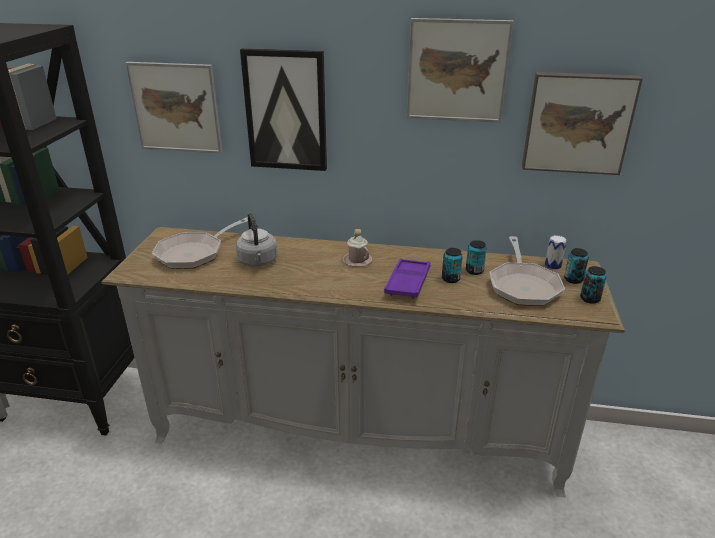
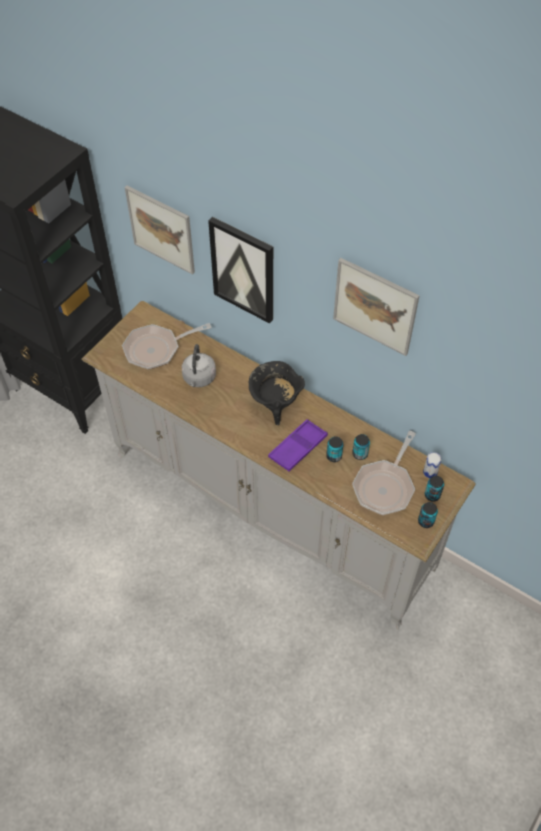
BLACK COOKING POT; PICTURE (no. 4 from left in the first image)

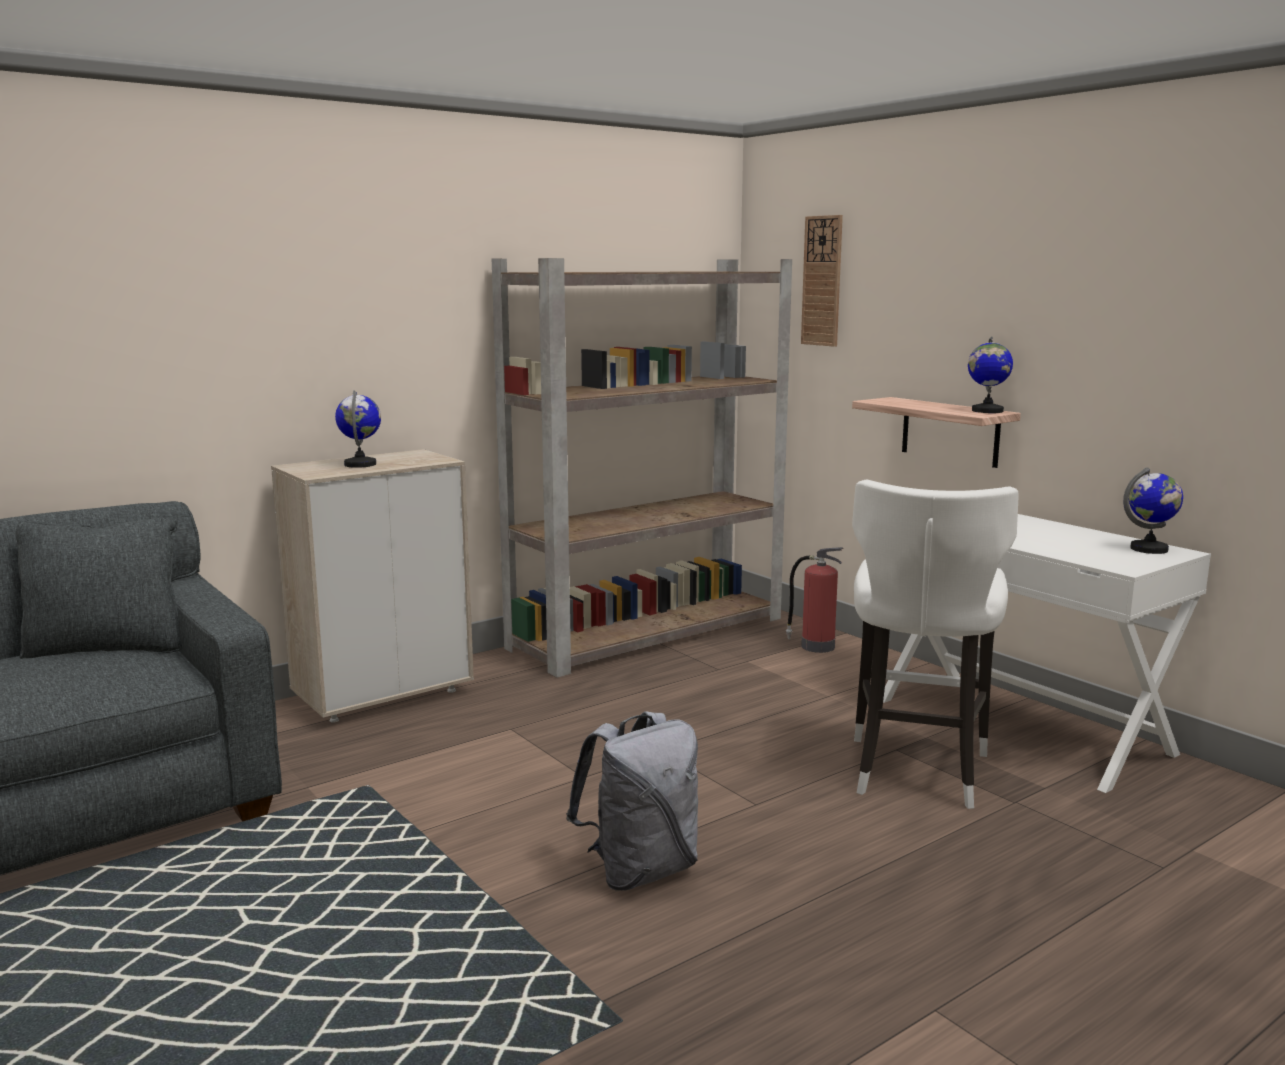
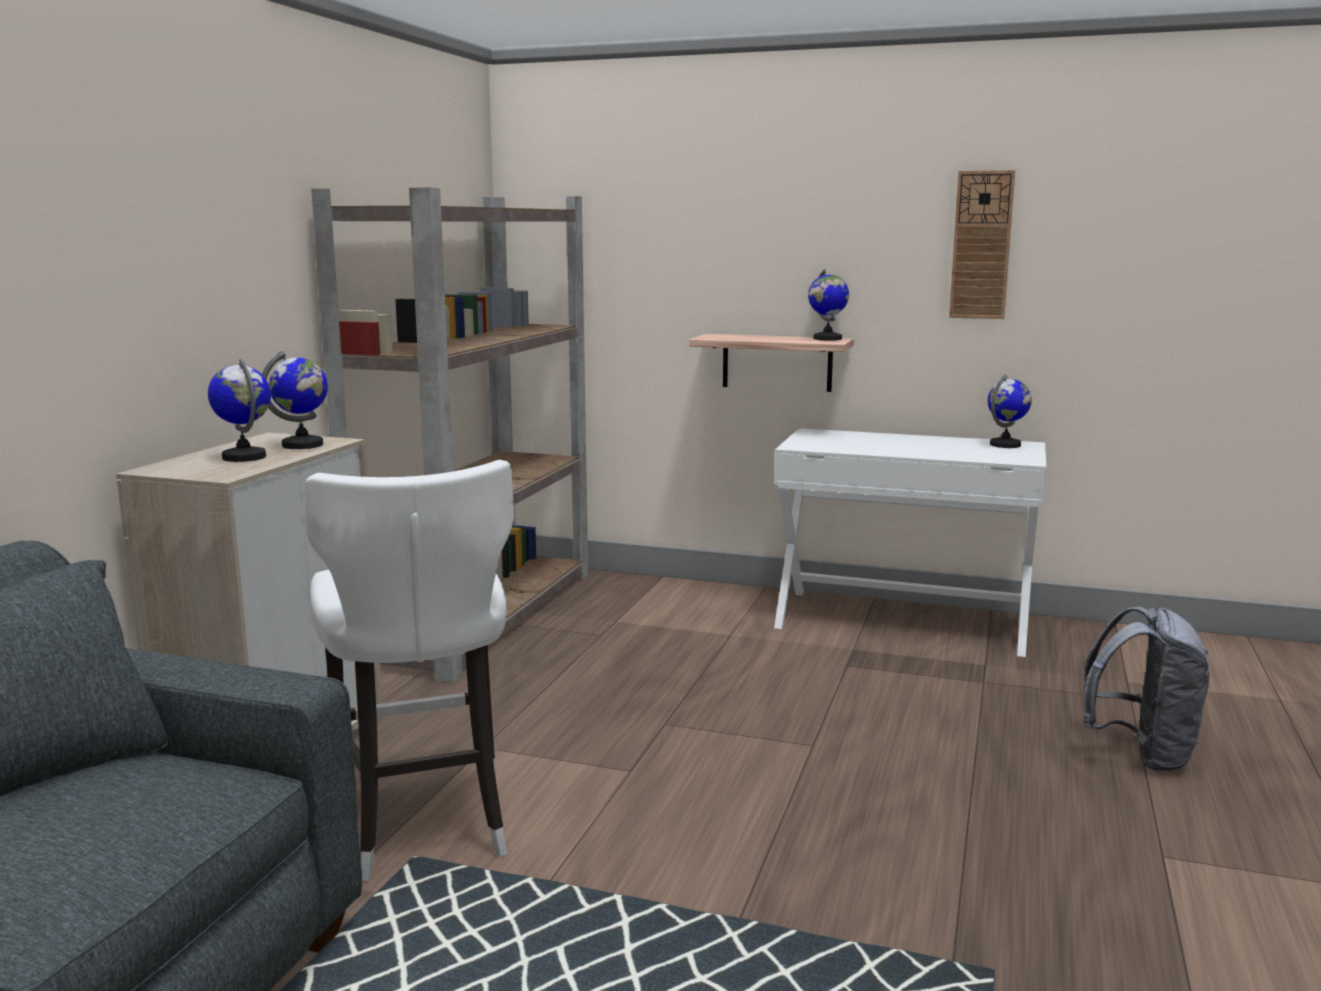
GREY BACKPACK; FIRE EXTINGUISHER; WALL CLOCK; WHITE STOOL; GLOBE (no. 2 from left)

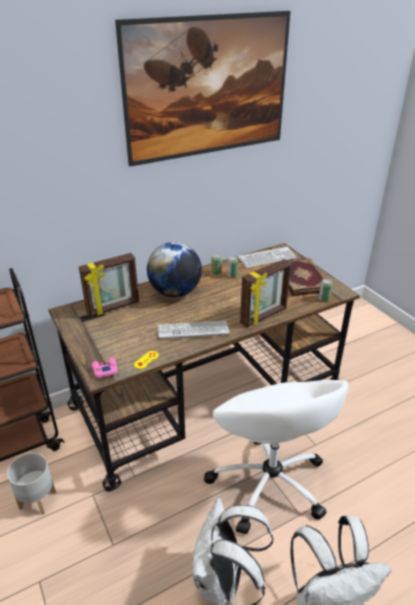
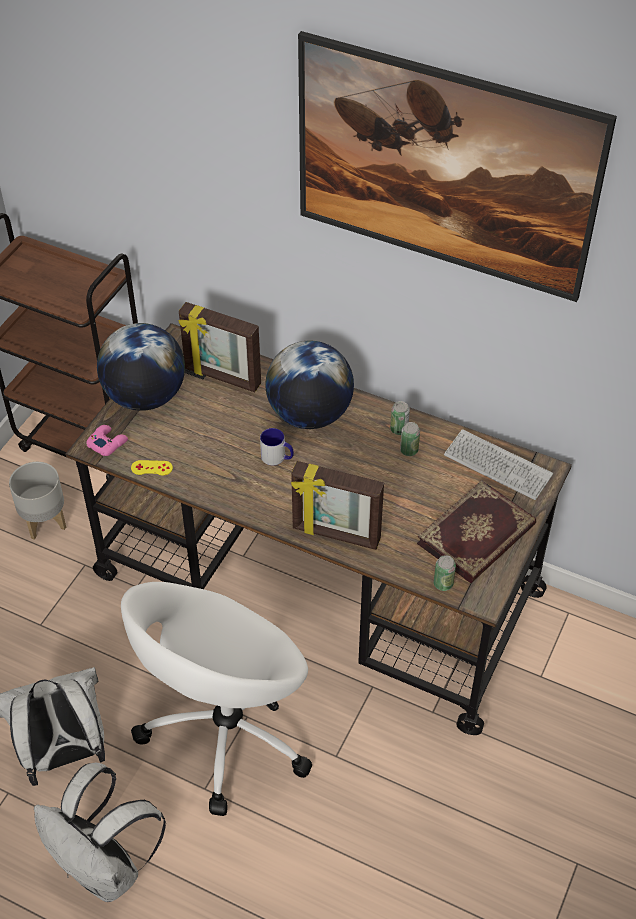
KEYBOARD (no. 1 from left in the first image); GLOBE (no. 1 from left); MUG

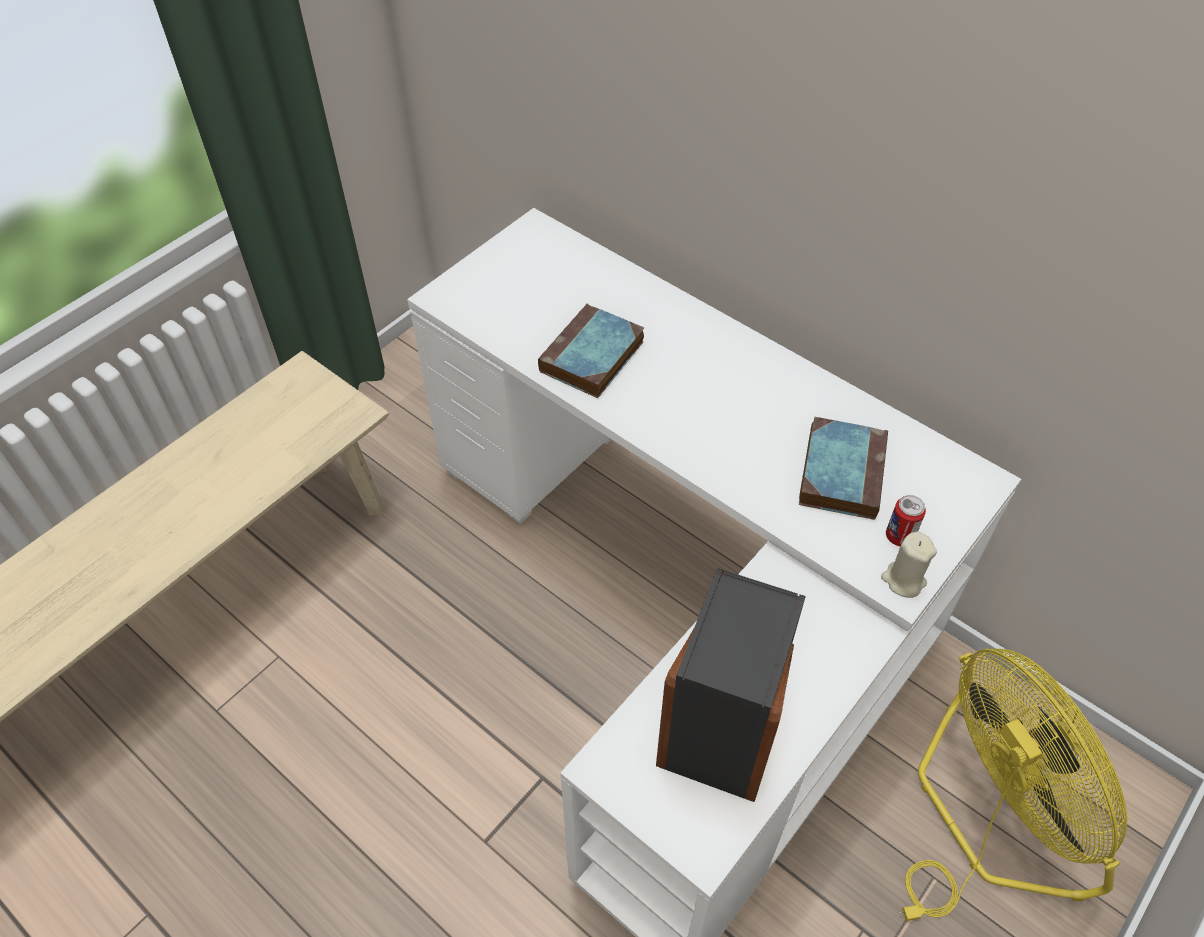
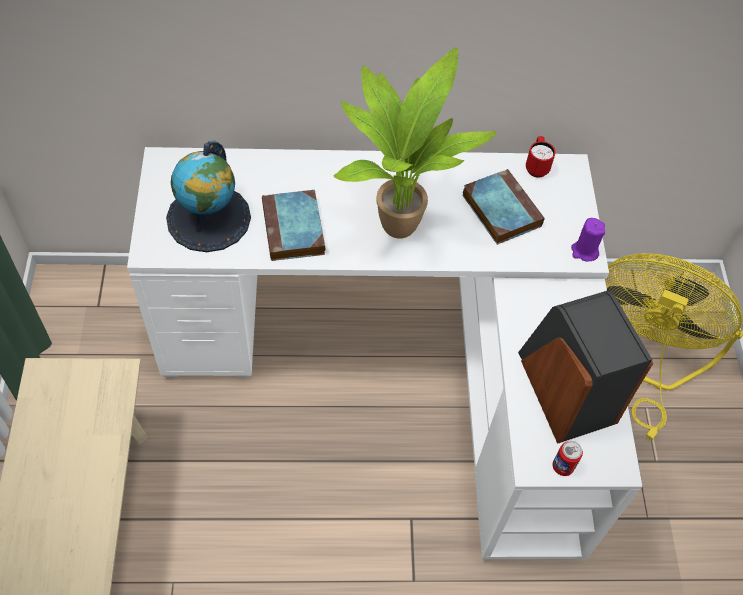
PURPLE CANDLE; CAN; GLOBE; POTTED PLANT; RED MUG

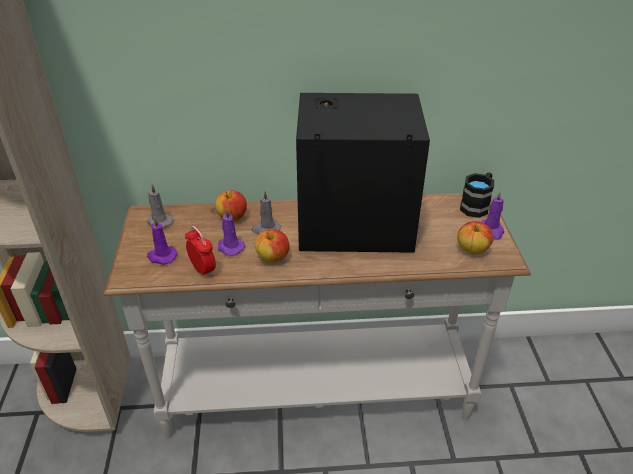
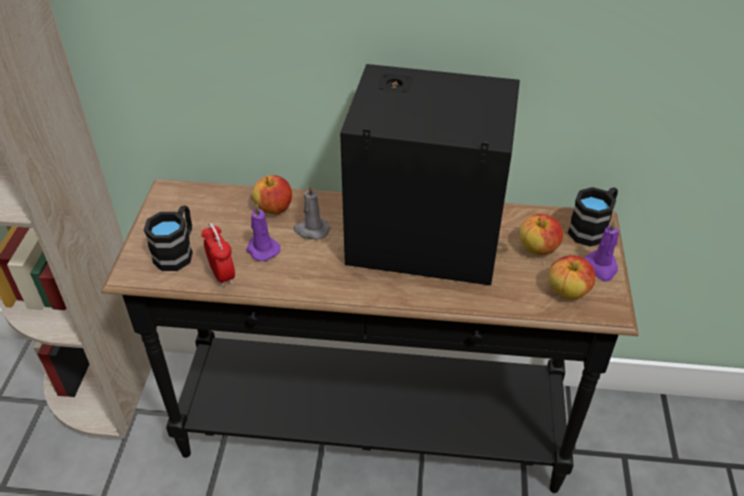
BLACK CONSOLE TABLE; GREY CANDLE (no. 1 from left in the first image); BLACK MUG (no. 1 from left); APPLE (no. 2 from left)

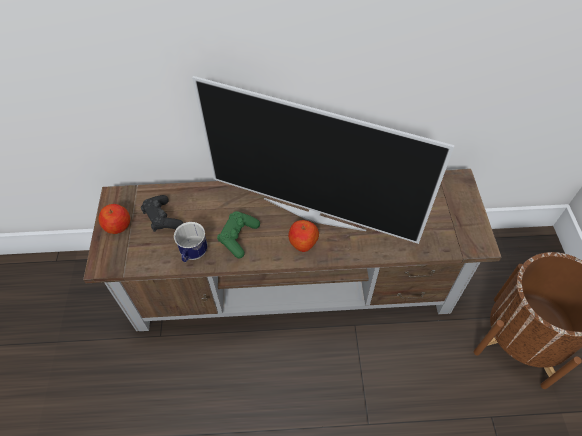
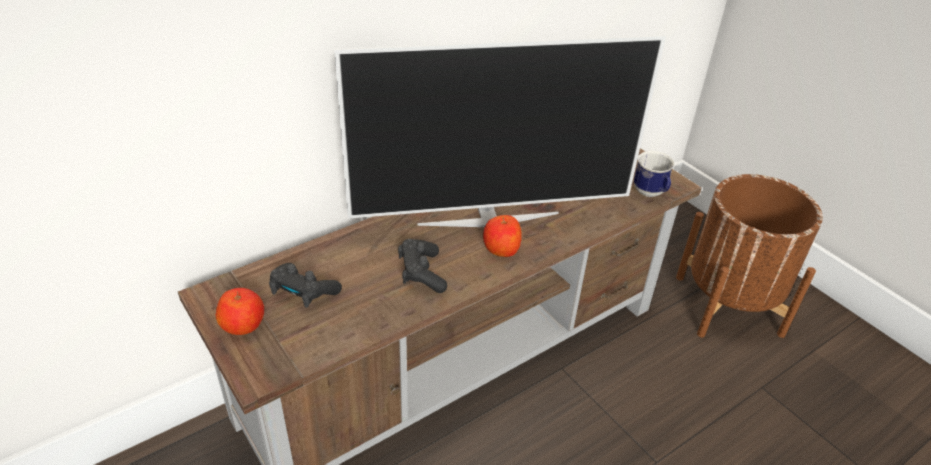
MUG; BLACK GAME CONTROLLER (no. 2 from left)

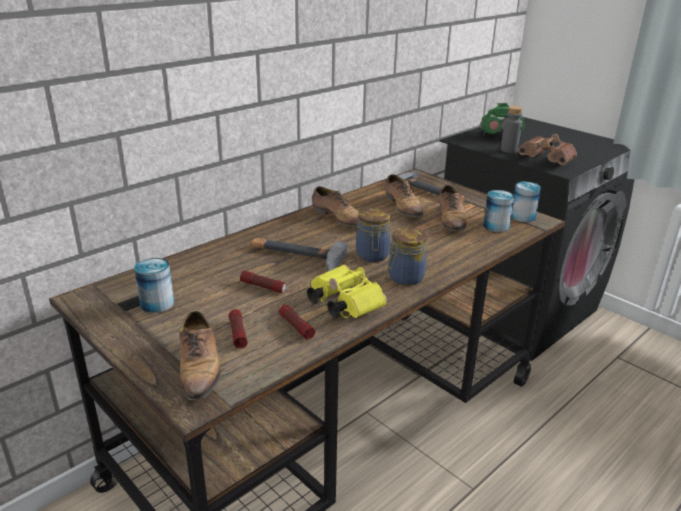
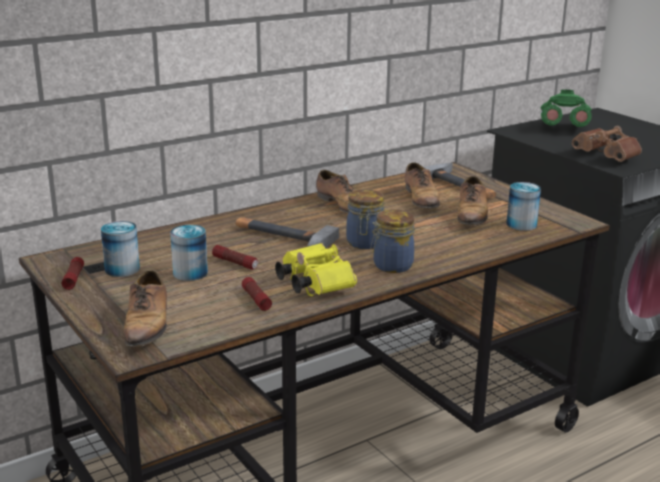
FLASHLIGHT (no. 1 from left); GREY BOTTLE; CAN (no. 2 from left)

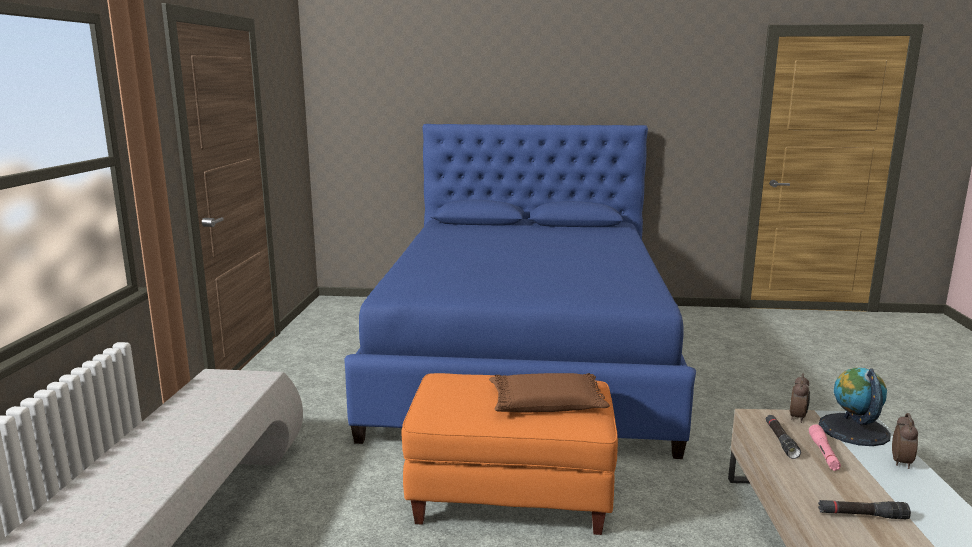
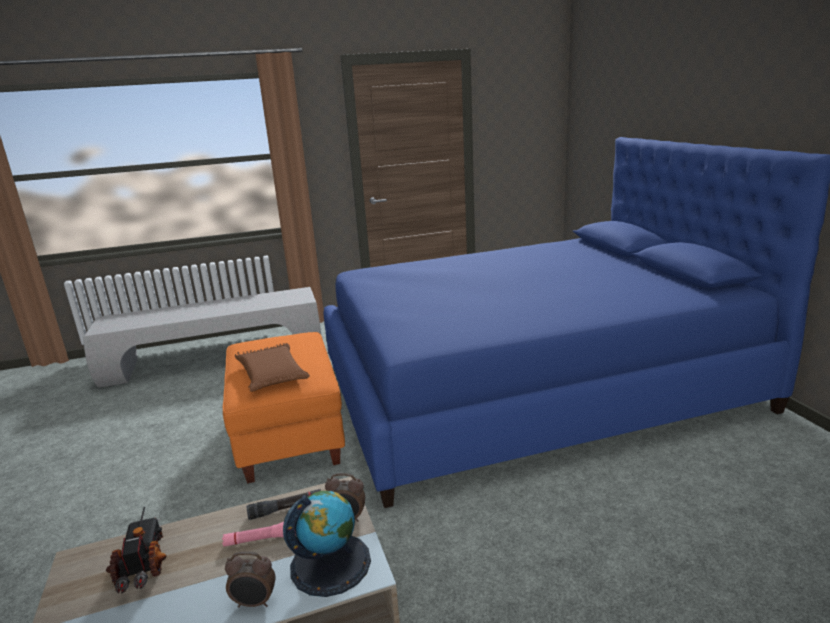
TOY TRUCK

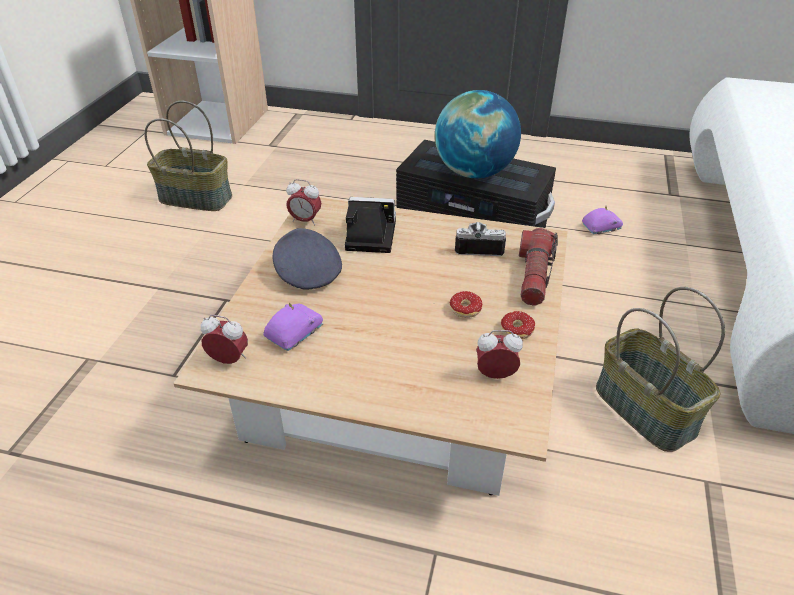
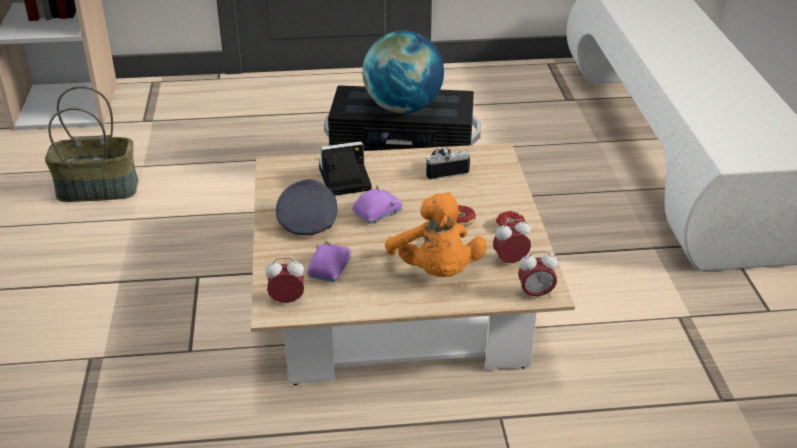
GREY CAP; ALARM CLOCK (no. 3 from left); FLASHLIGHT; PURPLE TOY CAR (no. 2 from left); BASKET (no. 2 from left in the first image); ORANGE PLUSH TOY

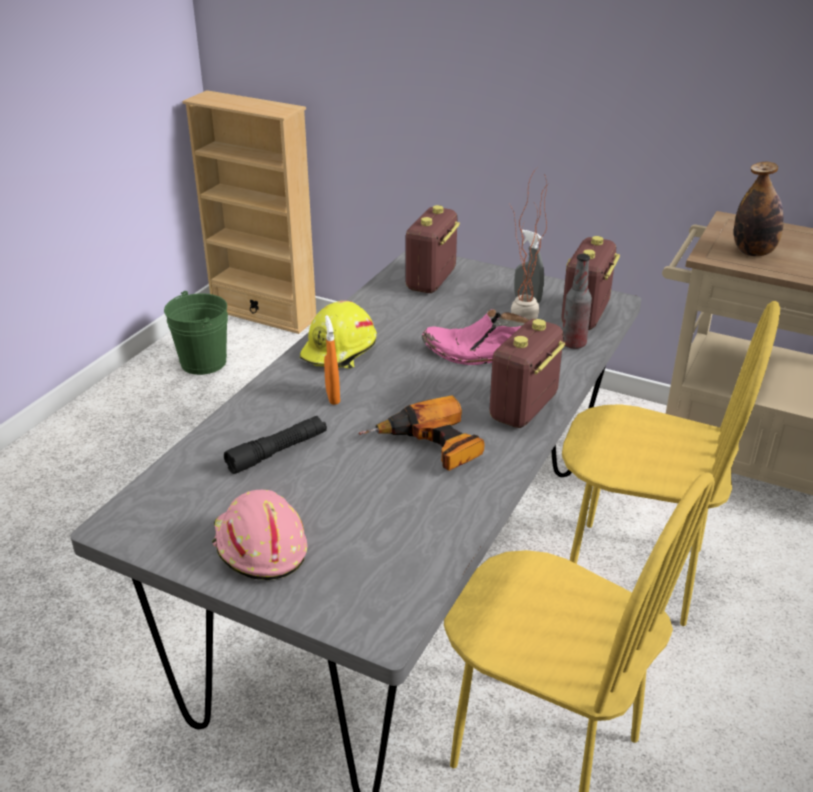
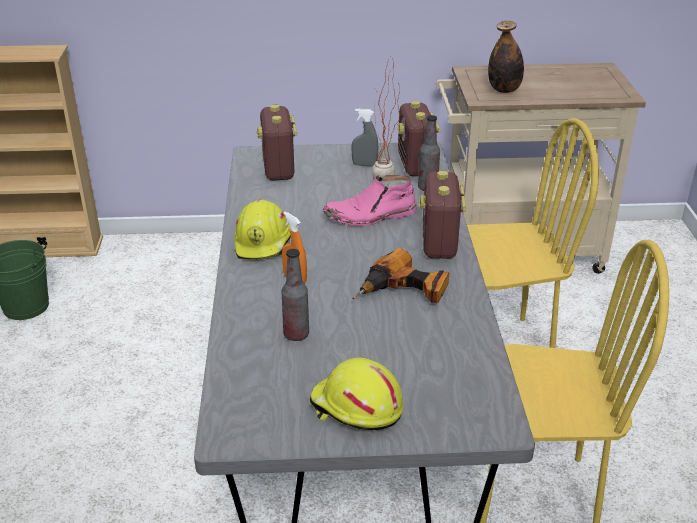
YELLOW HARD HAT (no. 2 from left); BOTTLE (no. 1 from left)

